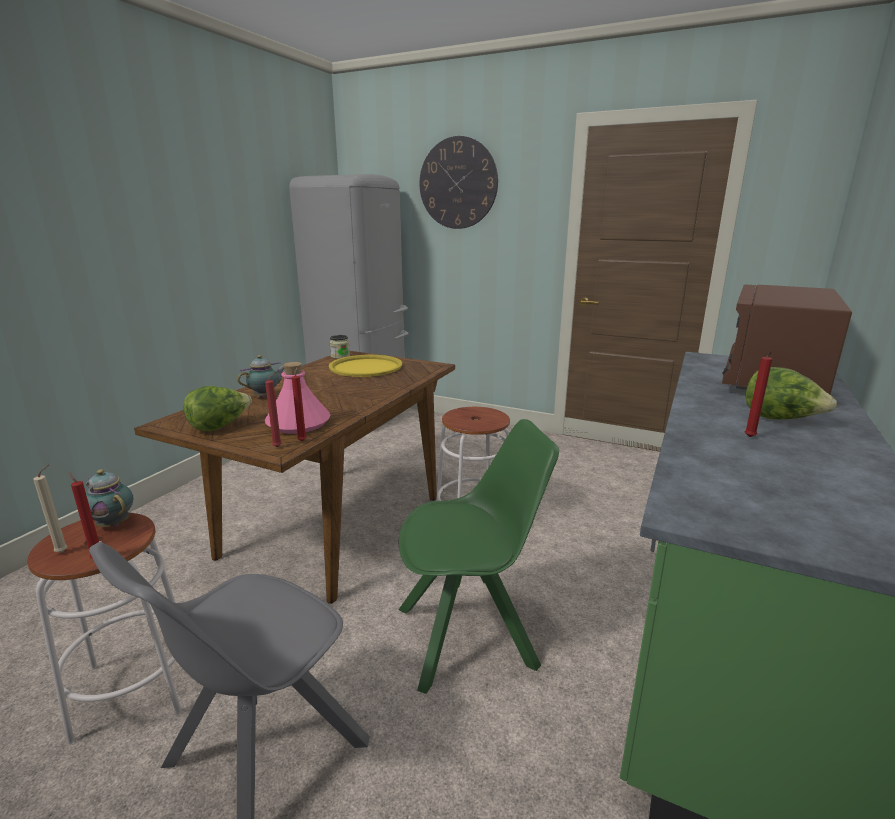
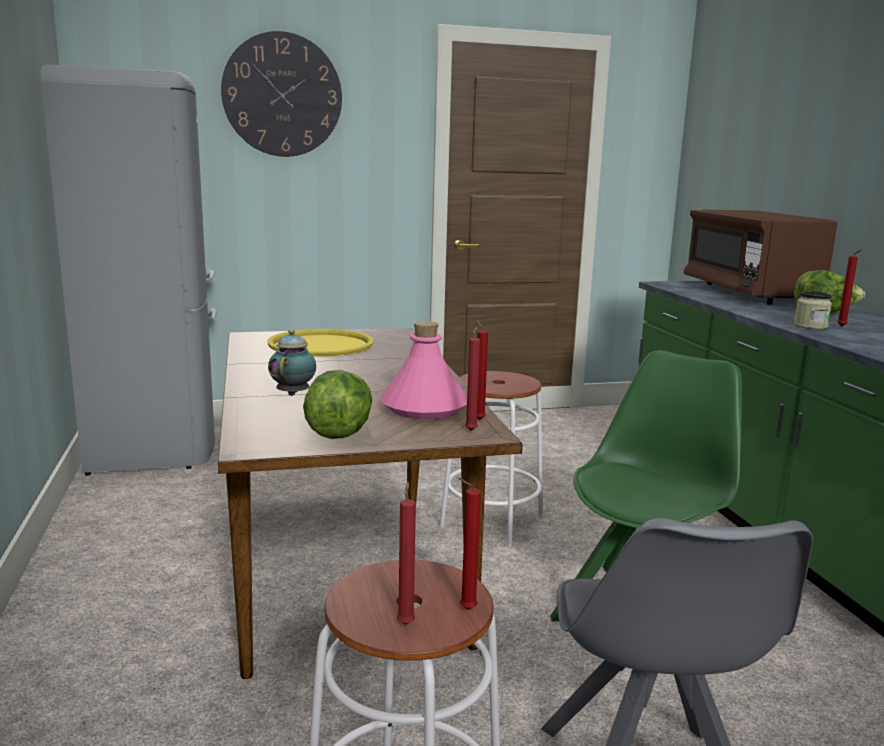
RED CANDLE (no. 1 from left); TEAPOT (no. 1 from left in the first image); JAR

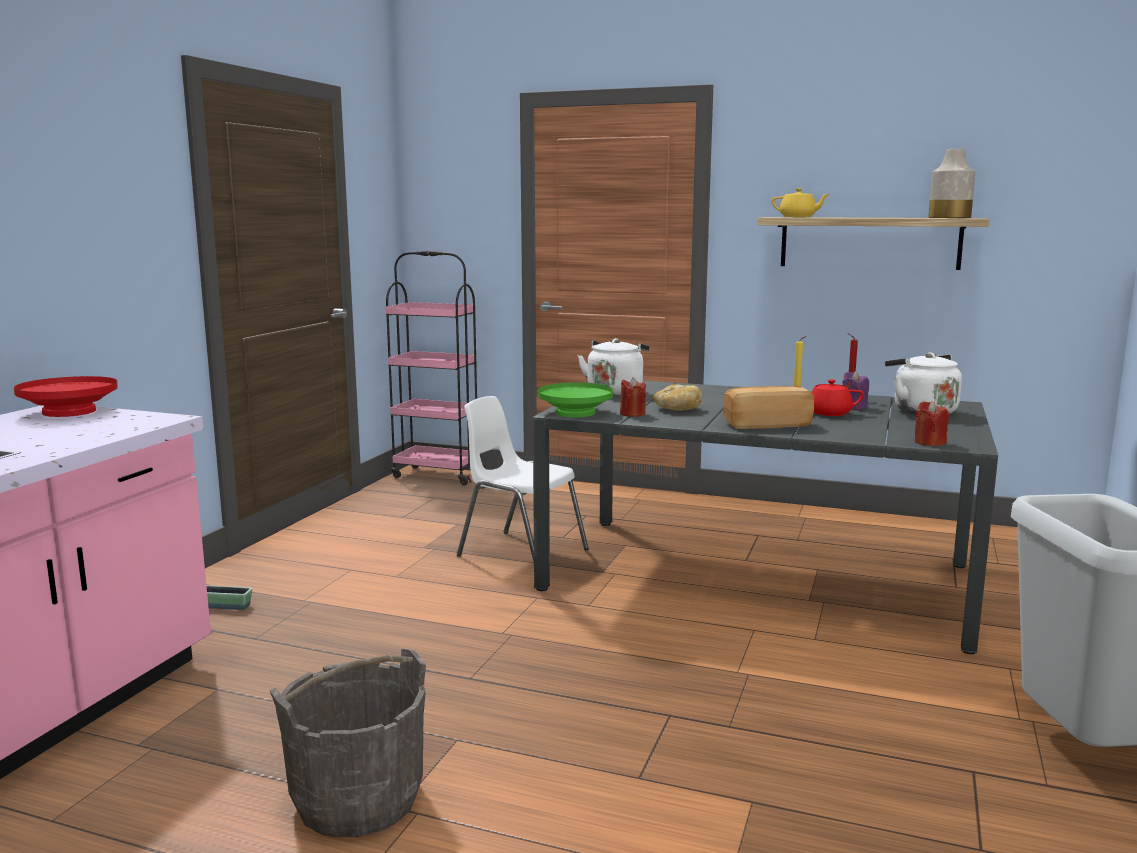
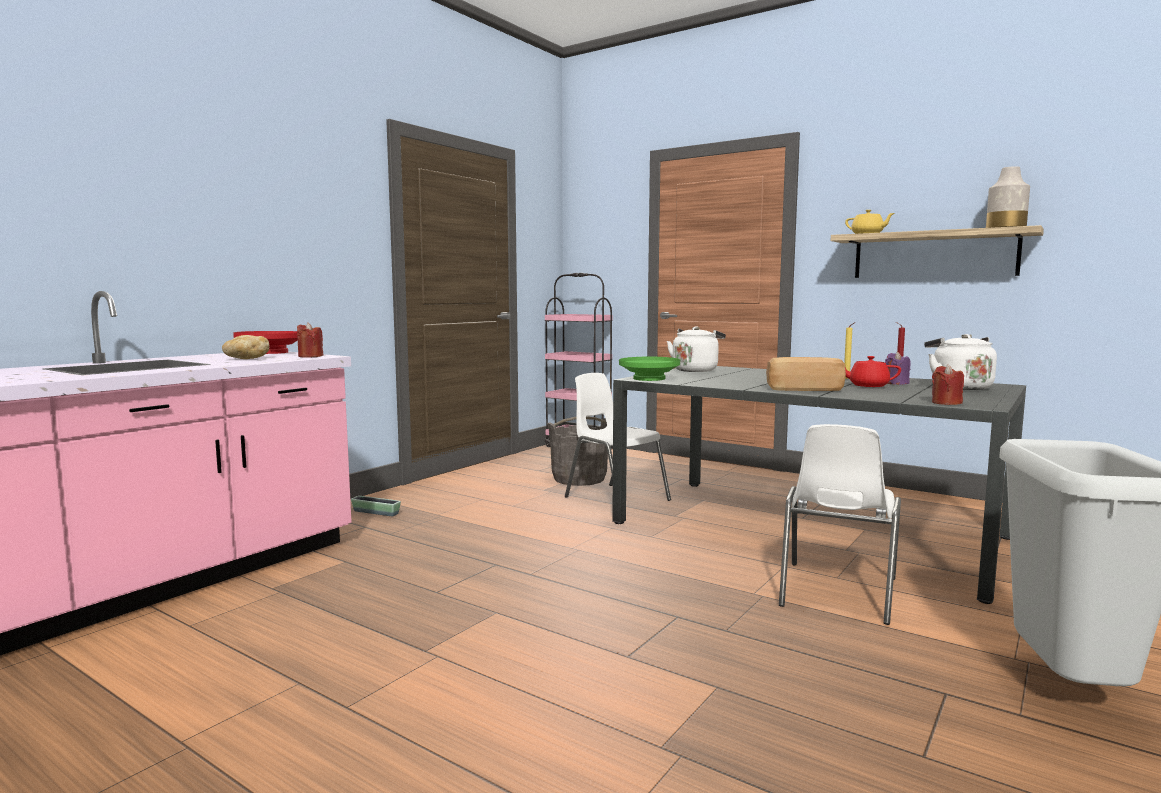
GREY BUCKET; RED CANDLE (no. 1 from left); BREAD (no. 1 from left); WHITE CHAIR (no. 2 from left)

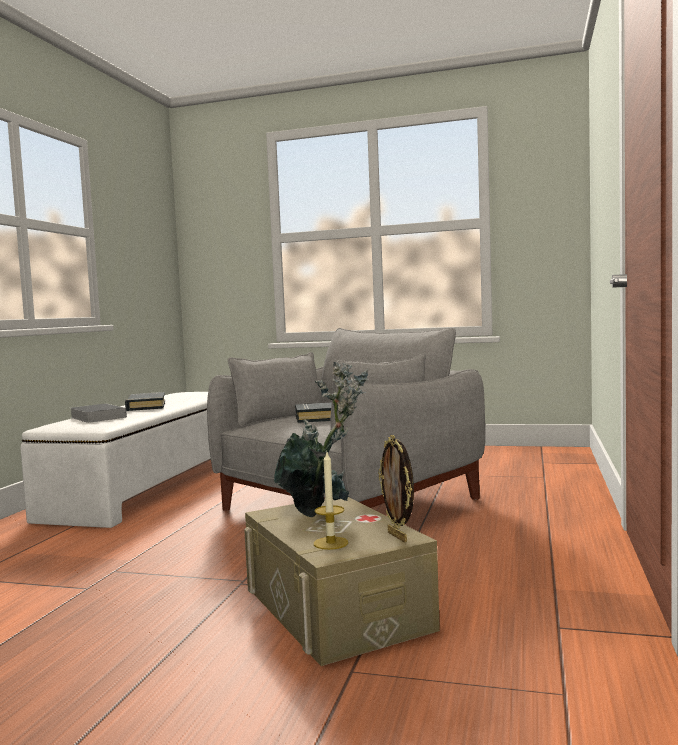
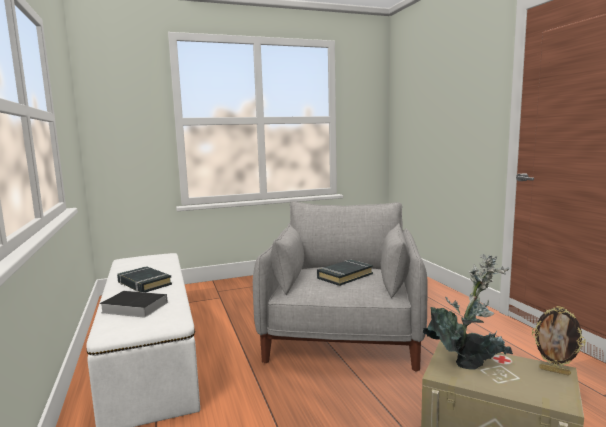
CANDLE

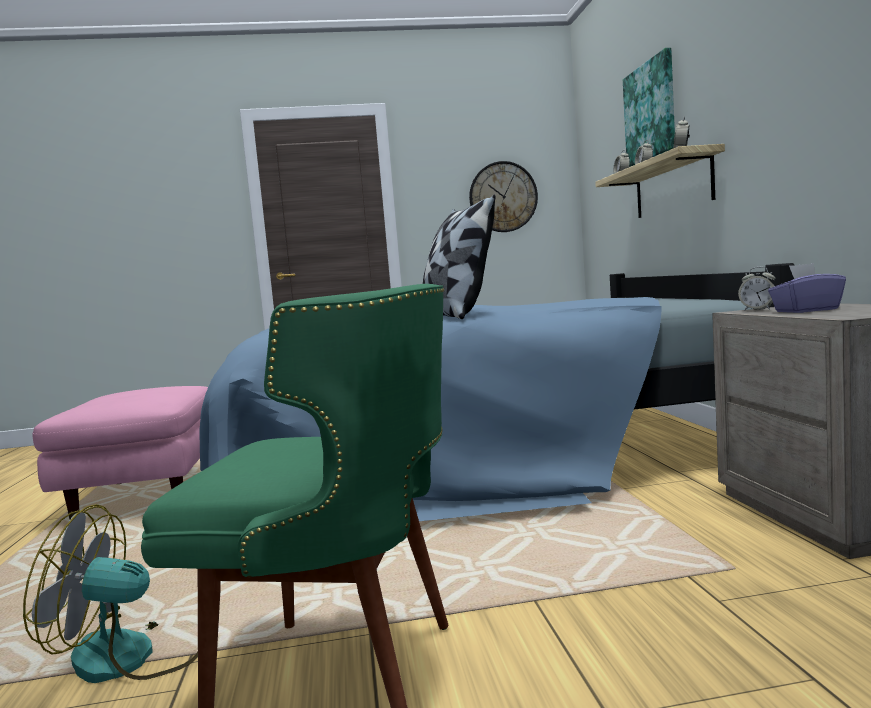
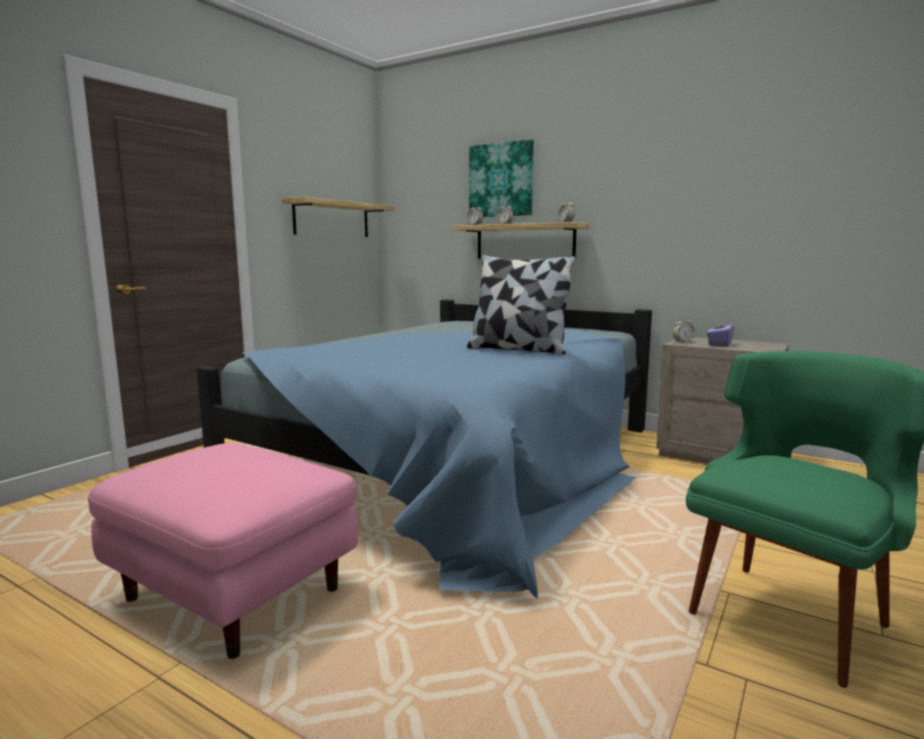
FAN; SHELF (no. 1 from left)

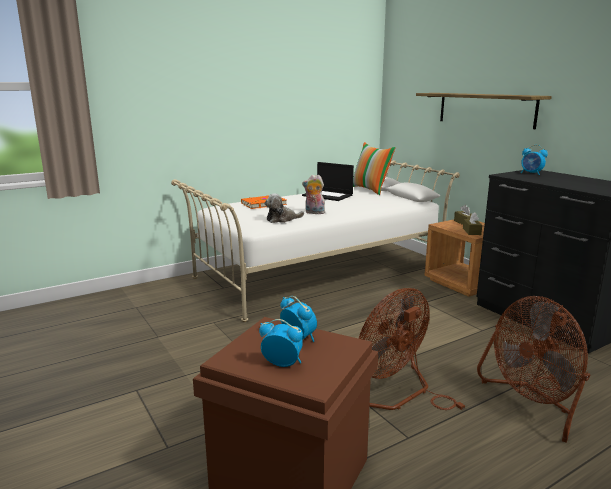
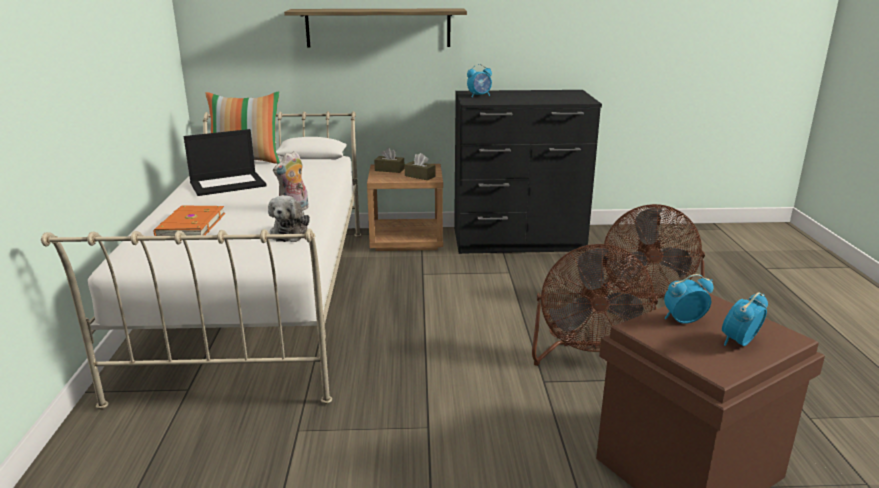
BROWN FAN (no. 1 from left)

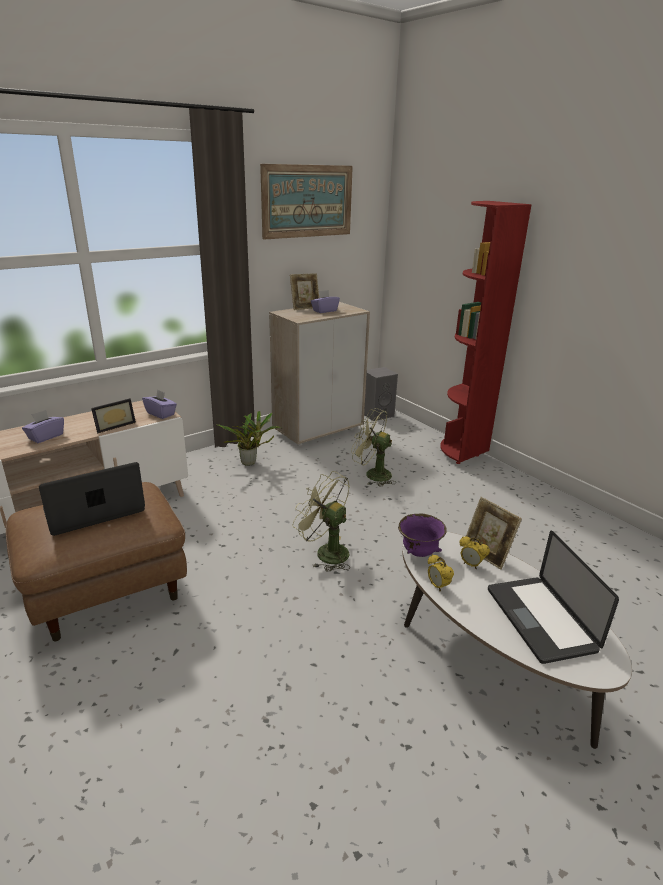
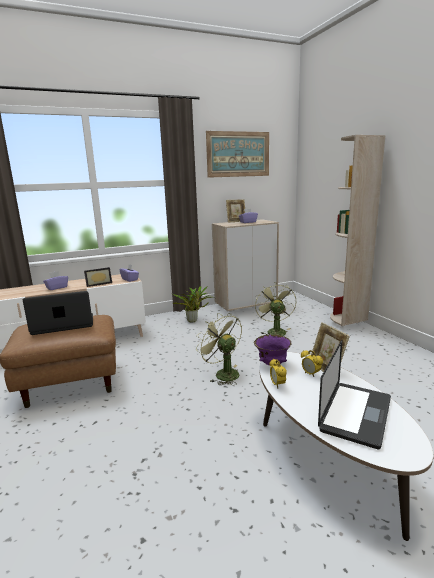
GREEN FAN (no. 2 from left); GREY SPEAKER; BEIGE BOOKCASE; LAPTOP (no. 2 from left)

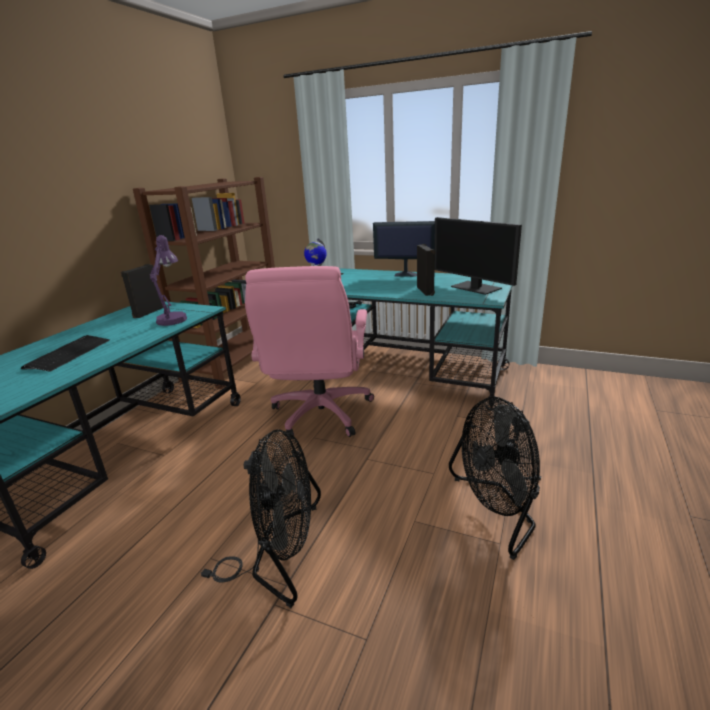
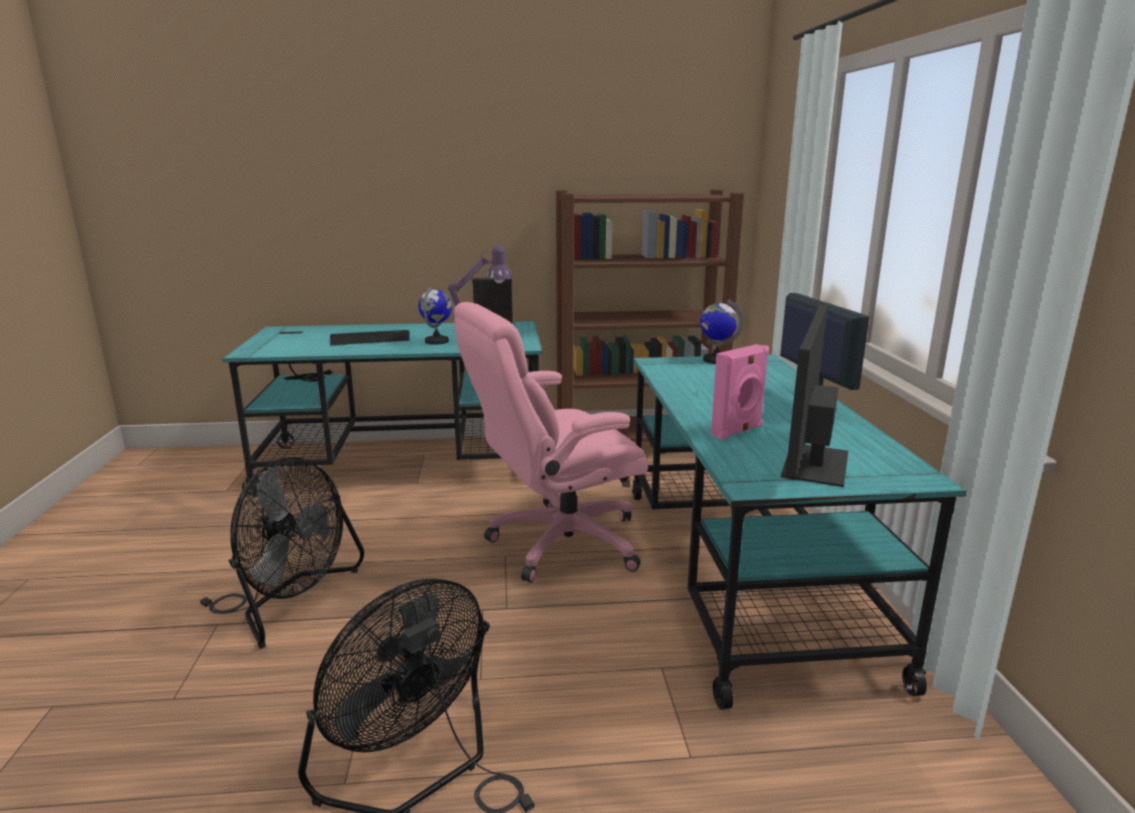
BLACK FAN (no. 1 from left); PINK SPEAKER; GLOBE (no. 1 from left)

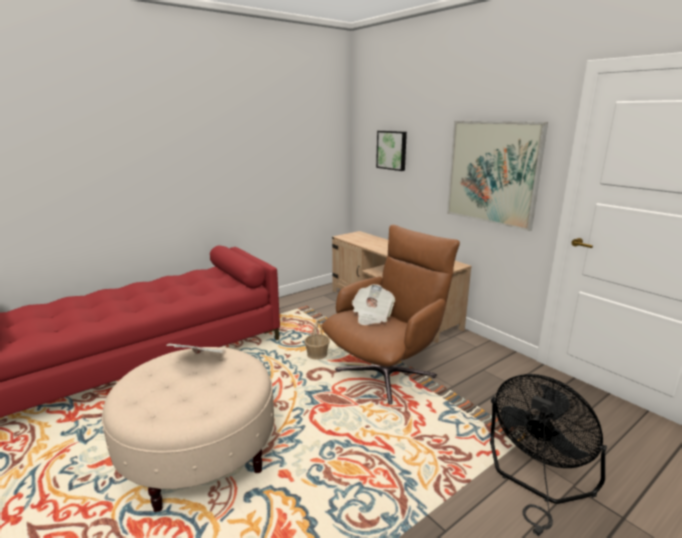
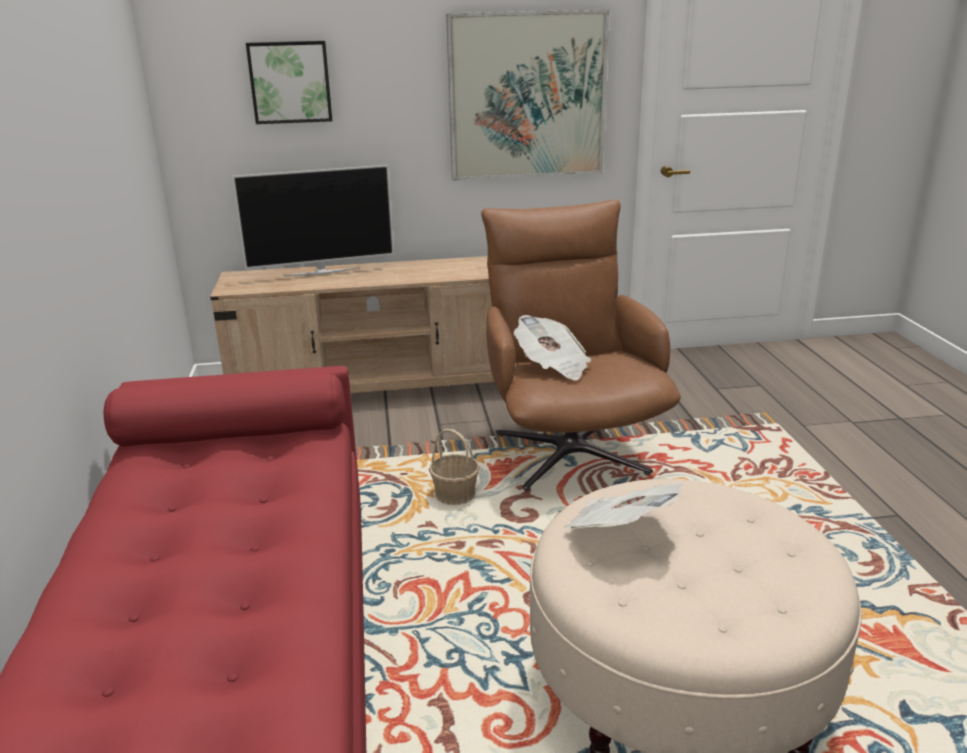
BLACK FAN; TELEVISION

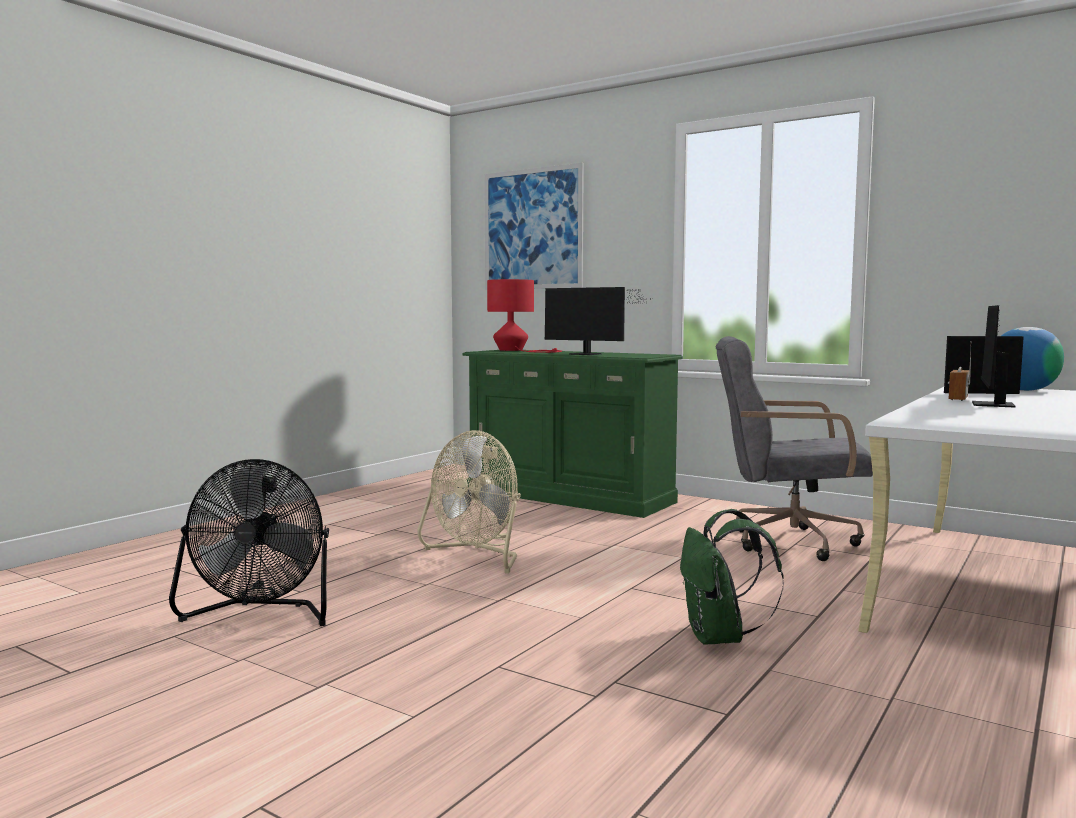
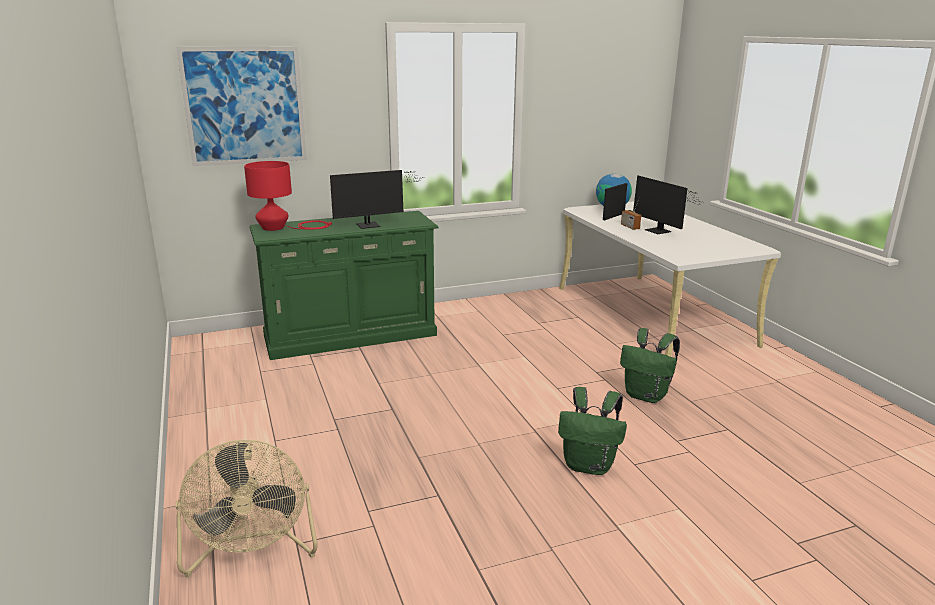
BLACK FAN; BEIGE FAN; GREY OFFICE CHAIR; GREEN BACKPACK (no. 1 from left)

